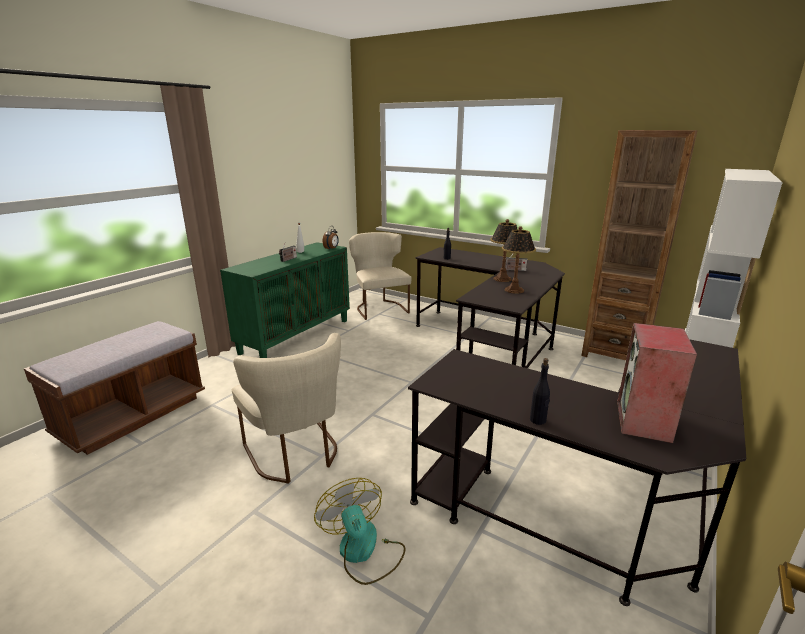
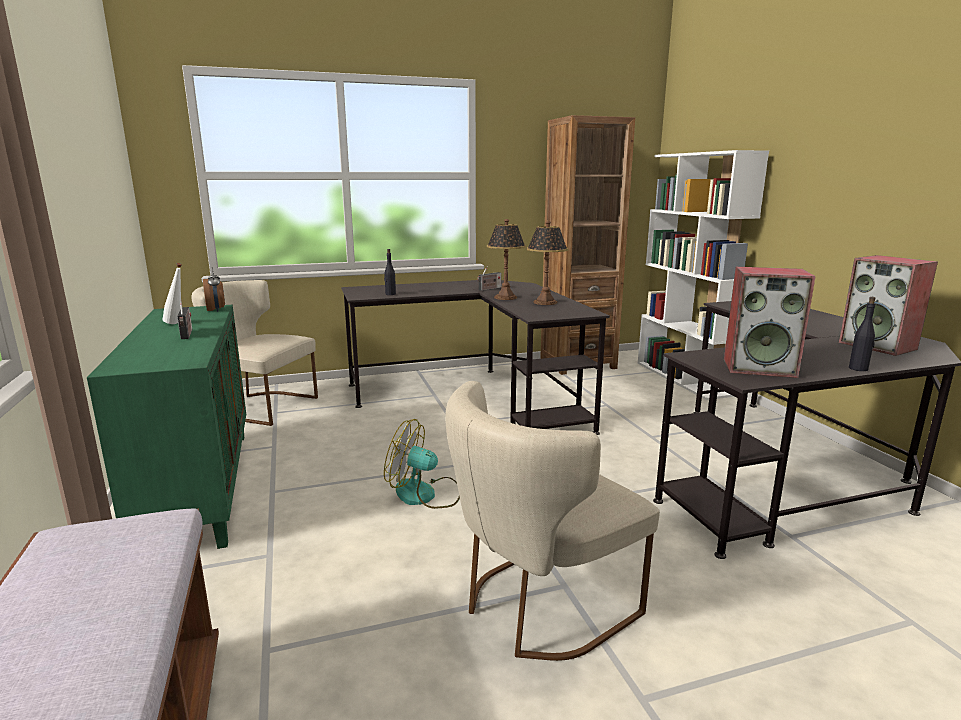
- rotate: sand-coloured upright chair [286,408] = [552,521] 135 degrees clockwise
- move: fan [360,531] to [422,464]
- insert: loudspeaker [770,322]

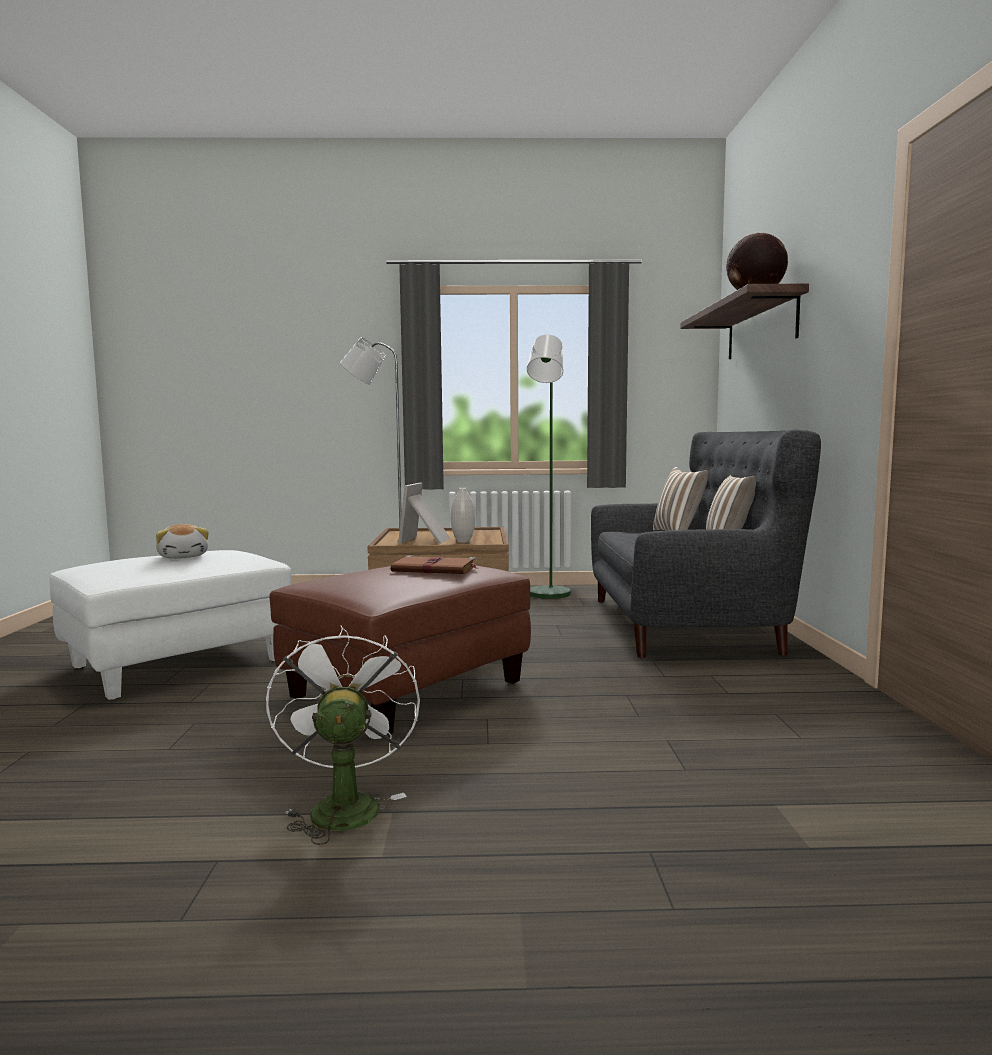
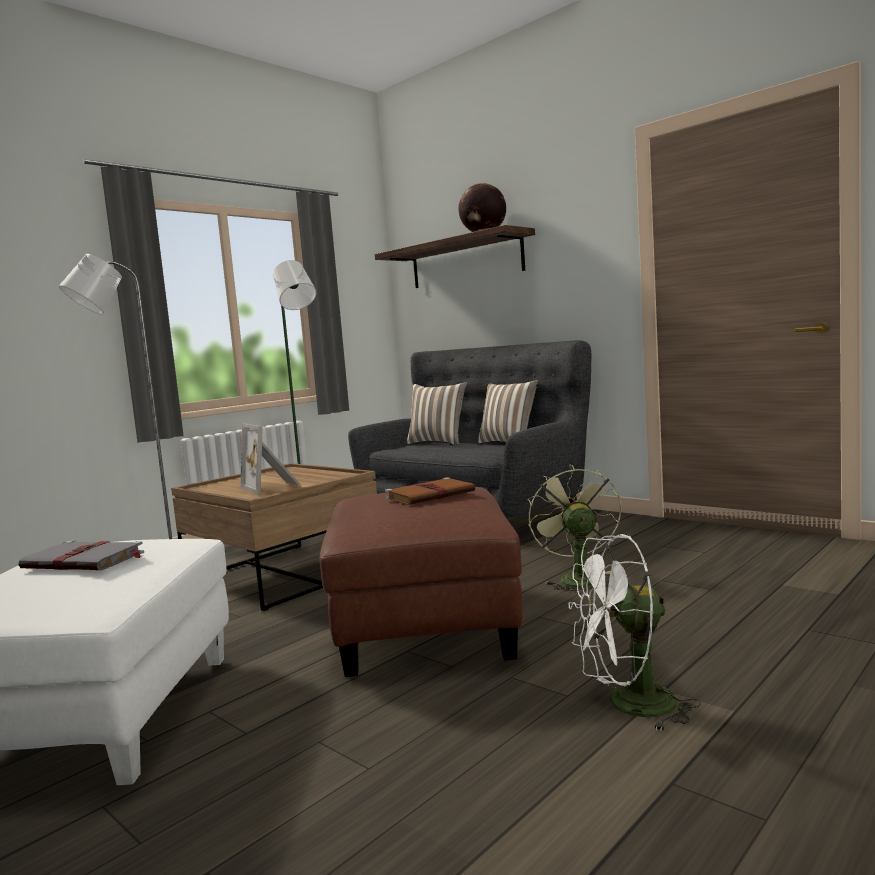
- replace: plush toy [182,541] to grey bound book [81,555]
- rotate: whitish fan [343,735] = [635,633] 45 degrees counterclockwise
- delete: whitish decorative vase [463,515]
- insert: greenish fan [575,529]

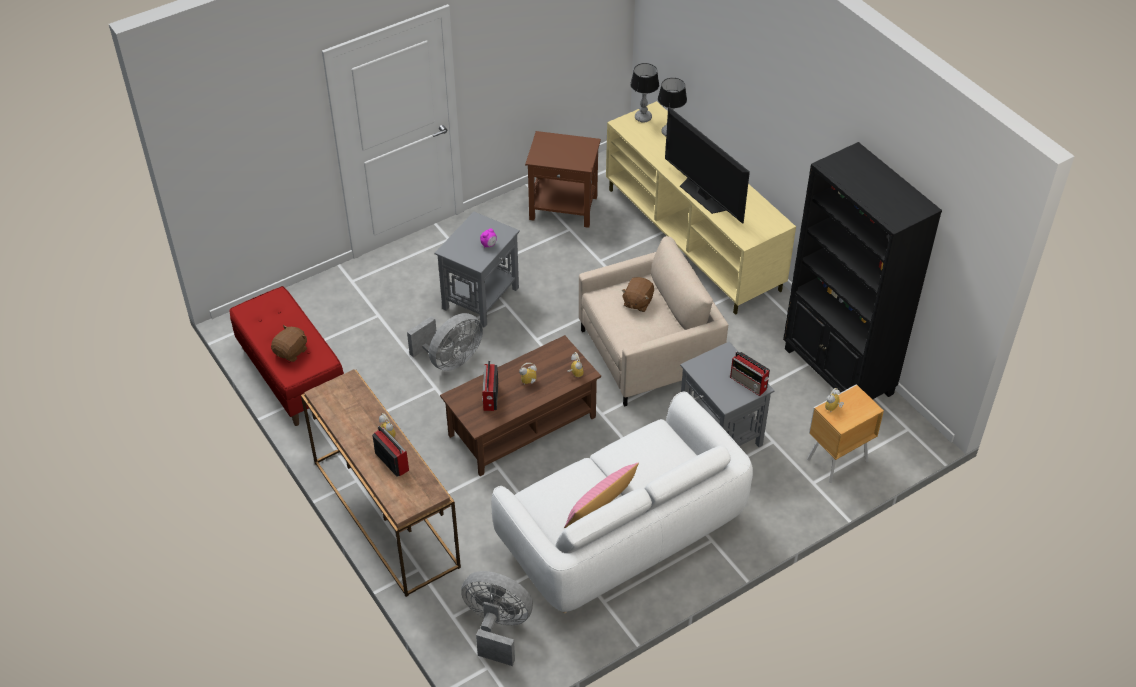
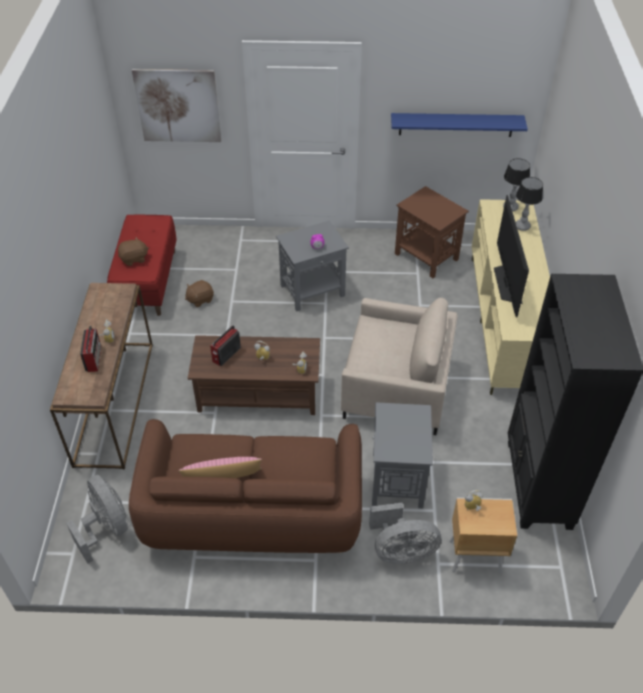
- move: grey fan [445,342] to [405,533]
- recolor: whitish sofa [622,502] to brown-coloured sofa [245,486]
- move: brown-coloured plush toy [637,294] to [199,293]
- delete: radio receiver [750,374]
- insert: picture [176,105]
- insert: blue shelf [459,125]

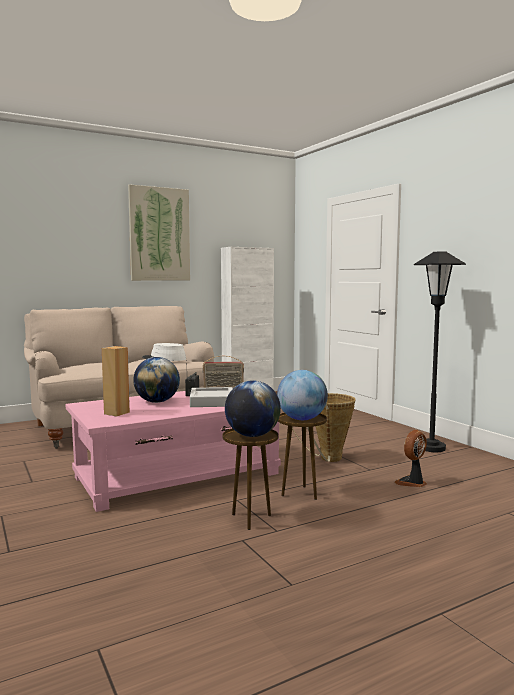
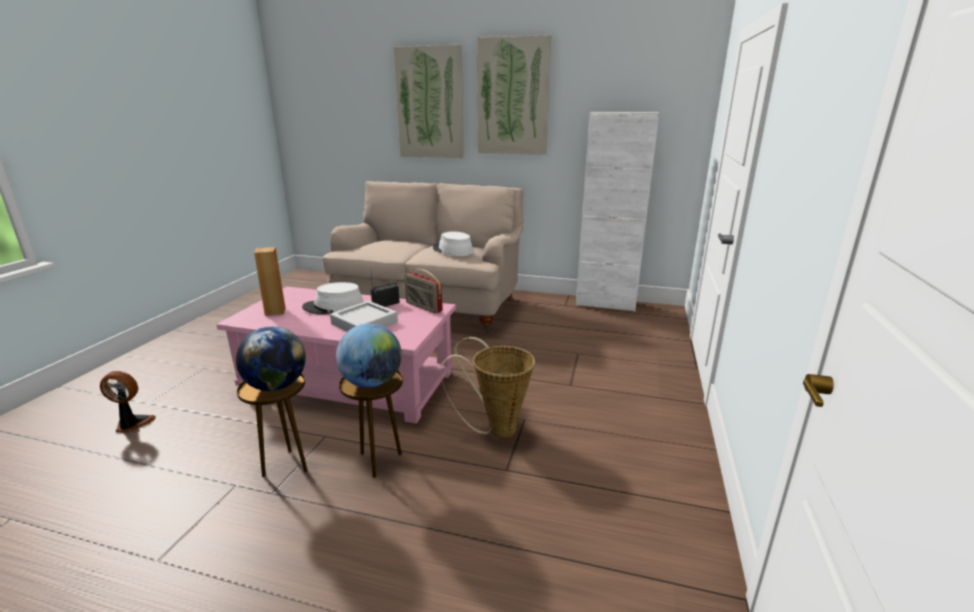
- replace: globe [156,380] to whitish hat [333,298]
- move: fan [410,458] to [128,402]
- delete: black-coloured floor lamp [440,351]
- insert: picture [428,101]

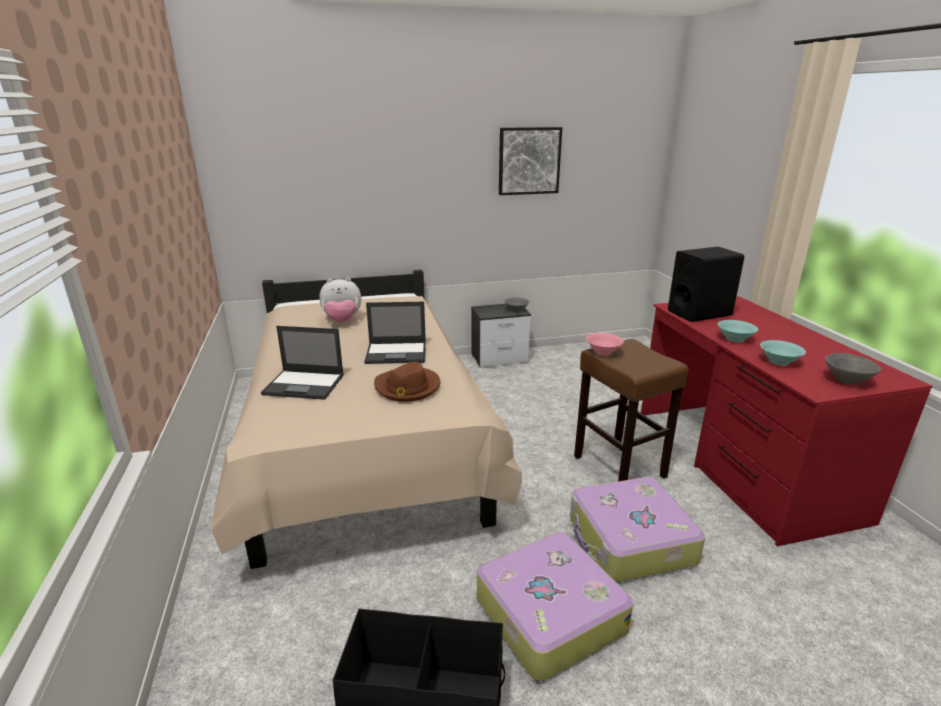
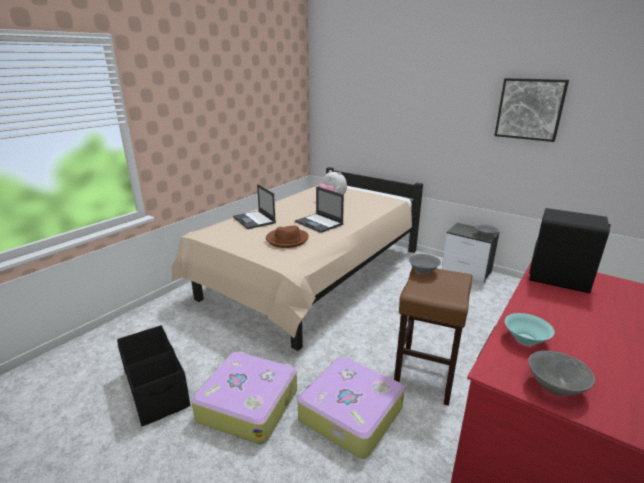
- recolor: pink deep dish [605,344] to grey deep dish [424,264]
- delete: turquoise-coloured deep dish [738,331]

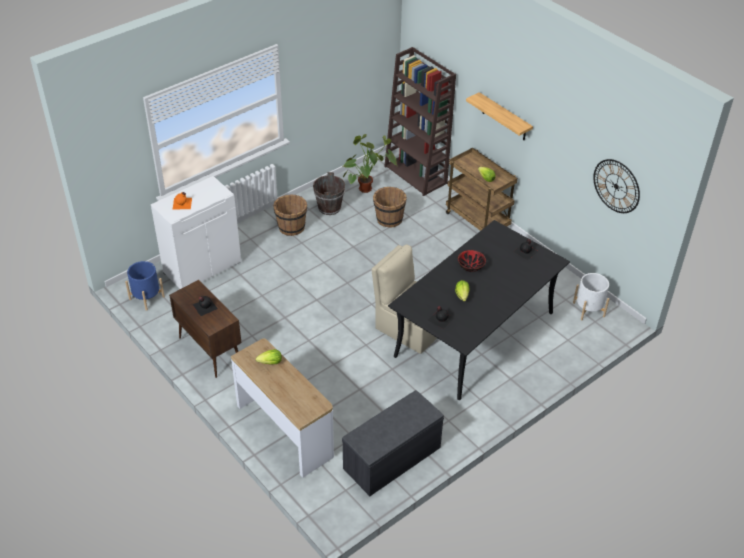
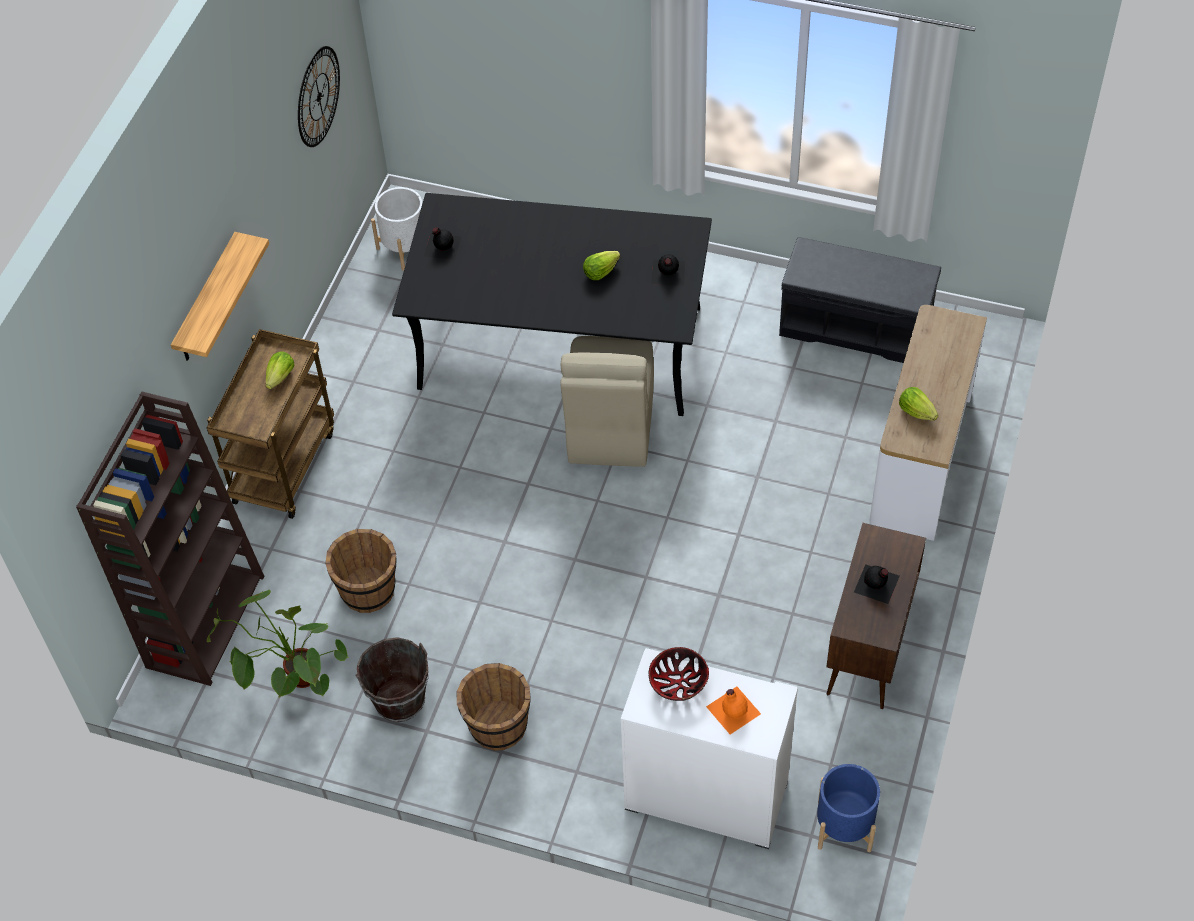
- move: deep dish [472,261] to [679,674]

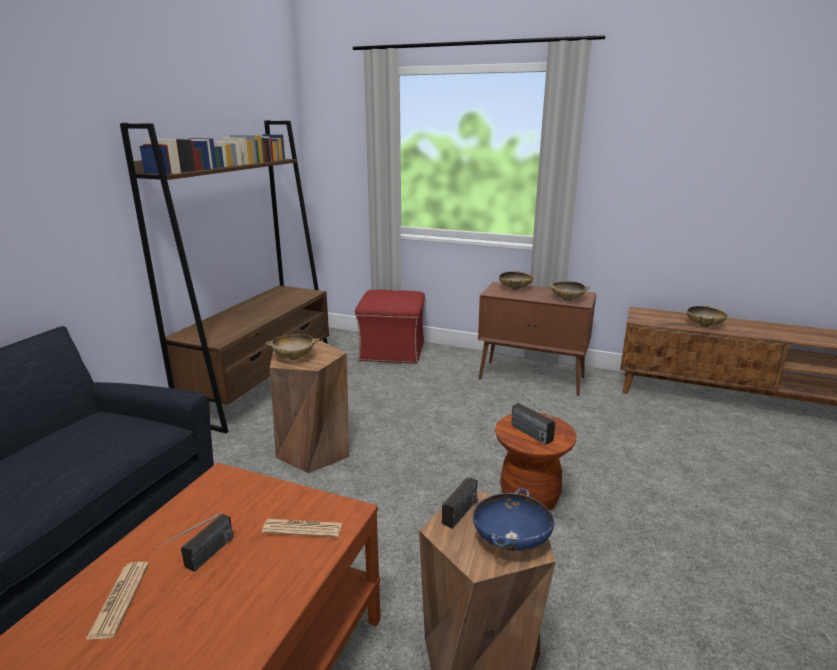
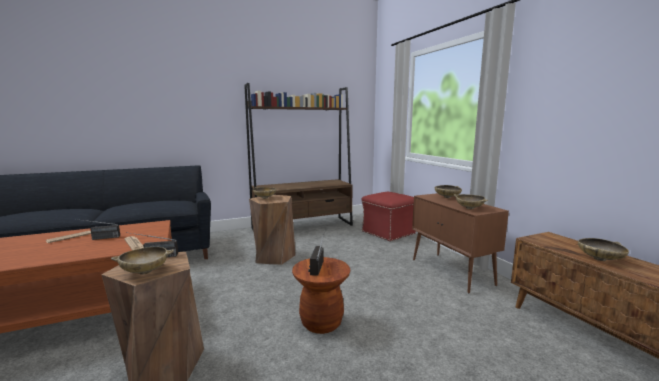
- recolor: blue deep dish [513,519] to sand-coloured deep dish [142,260]

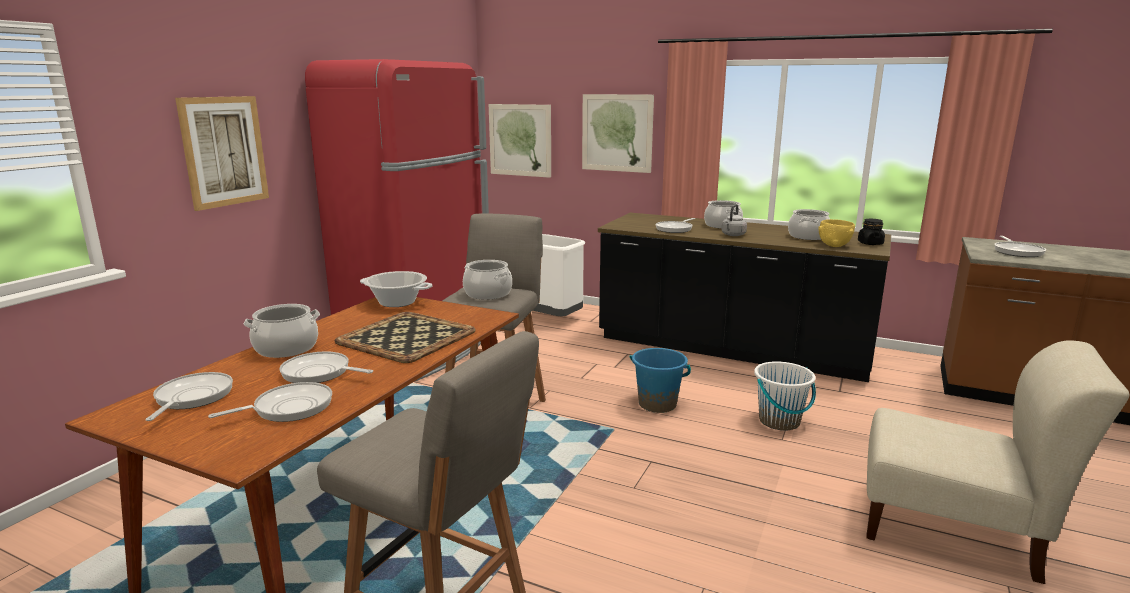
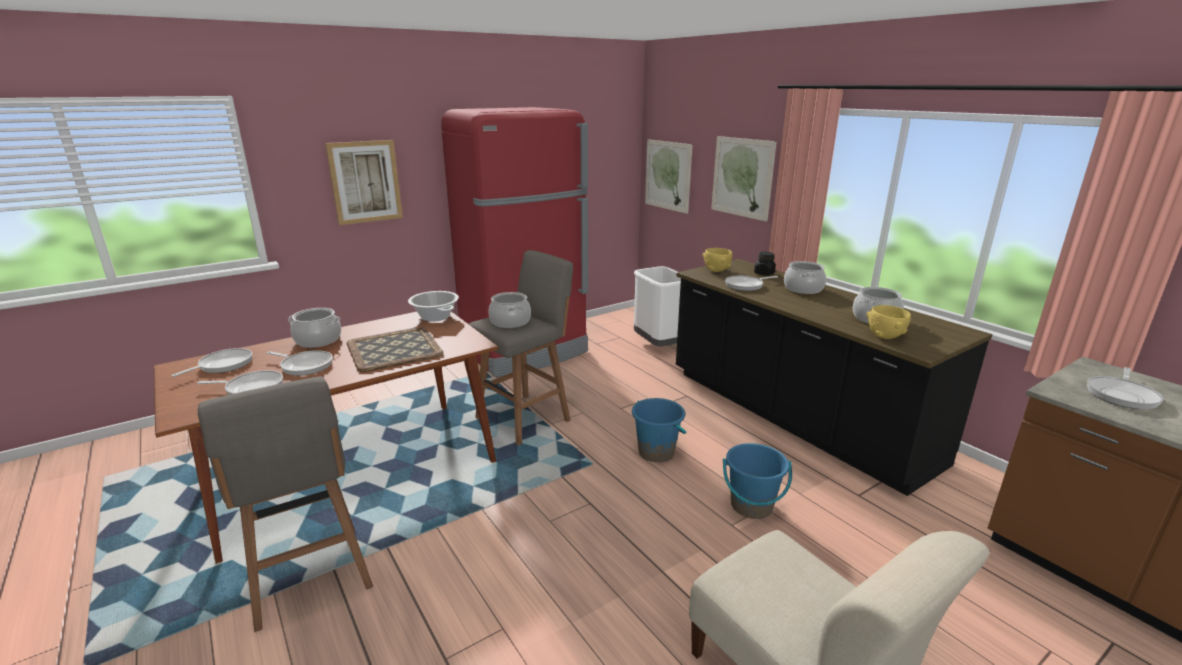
- rotate: frying pan [326,367] = [300,363] 150 degrees clockwise
- delete: grey kettle [734,220]
- recolor: whitish pail [785,396] to blue pail [757,481]
- move: black-coloured storage jar [871,232] to [765,263]
- insert: yellow deep dish [717,260]

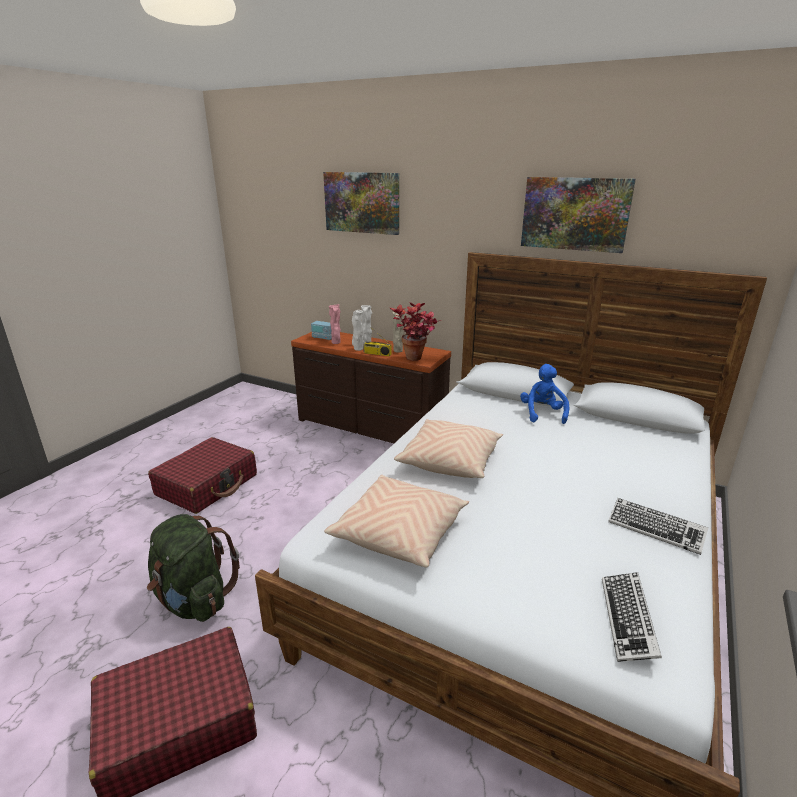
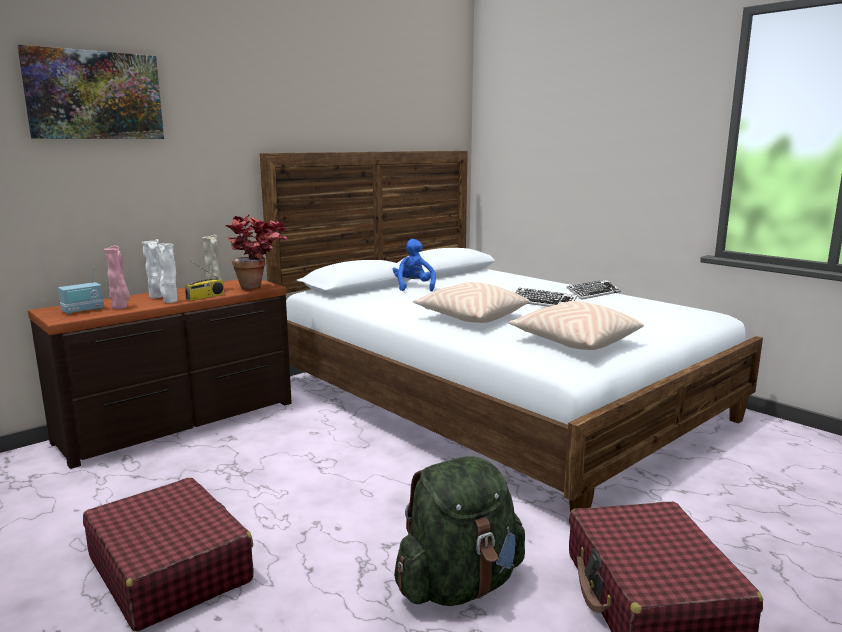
- rotate: blue plush toy [544,394] = [414,265] 60 degrees clockwise
- delete: picture [578,215]
- move: keyboard [632,617] to [546,297]

